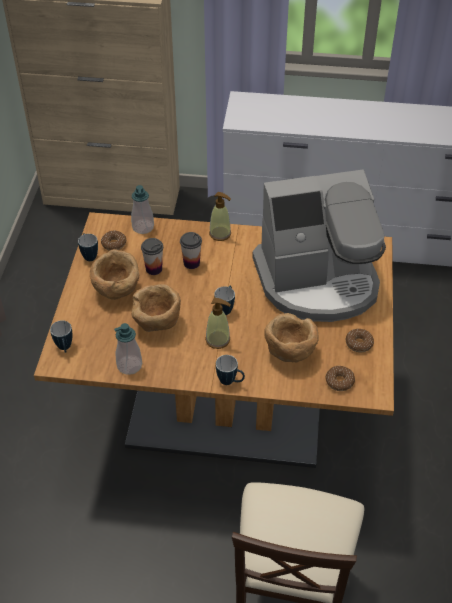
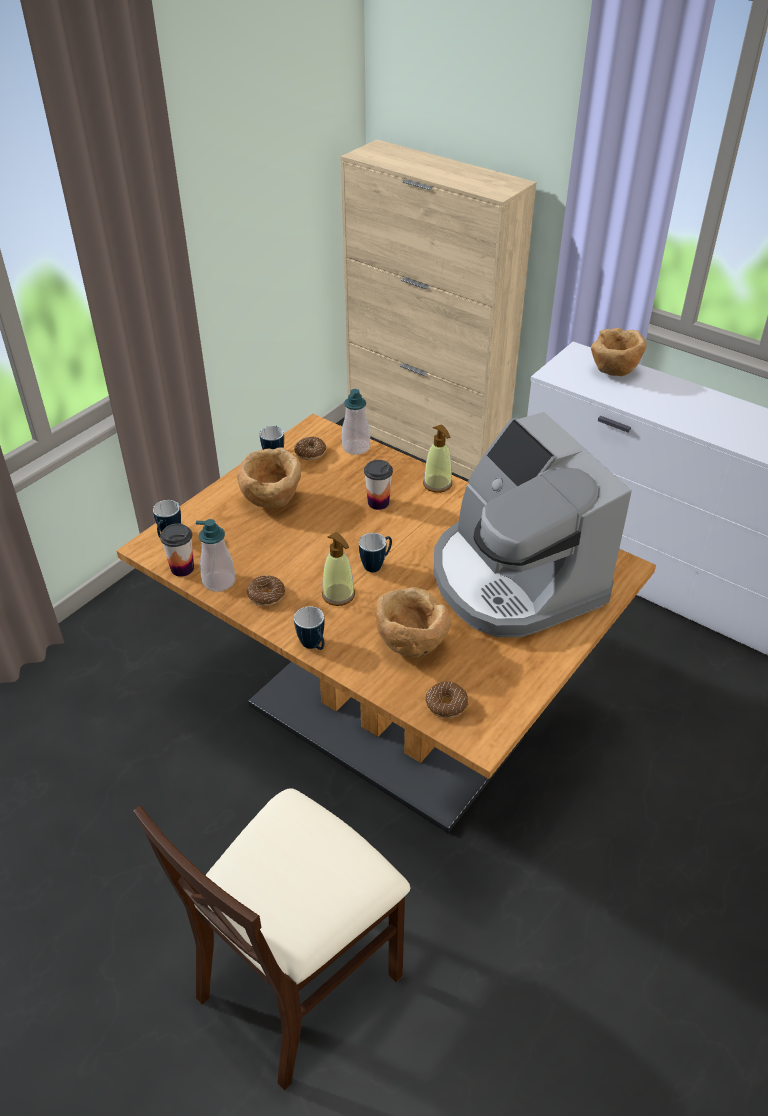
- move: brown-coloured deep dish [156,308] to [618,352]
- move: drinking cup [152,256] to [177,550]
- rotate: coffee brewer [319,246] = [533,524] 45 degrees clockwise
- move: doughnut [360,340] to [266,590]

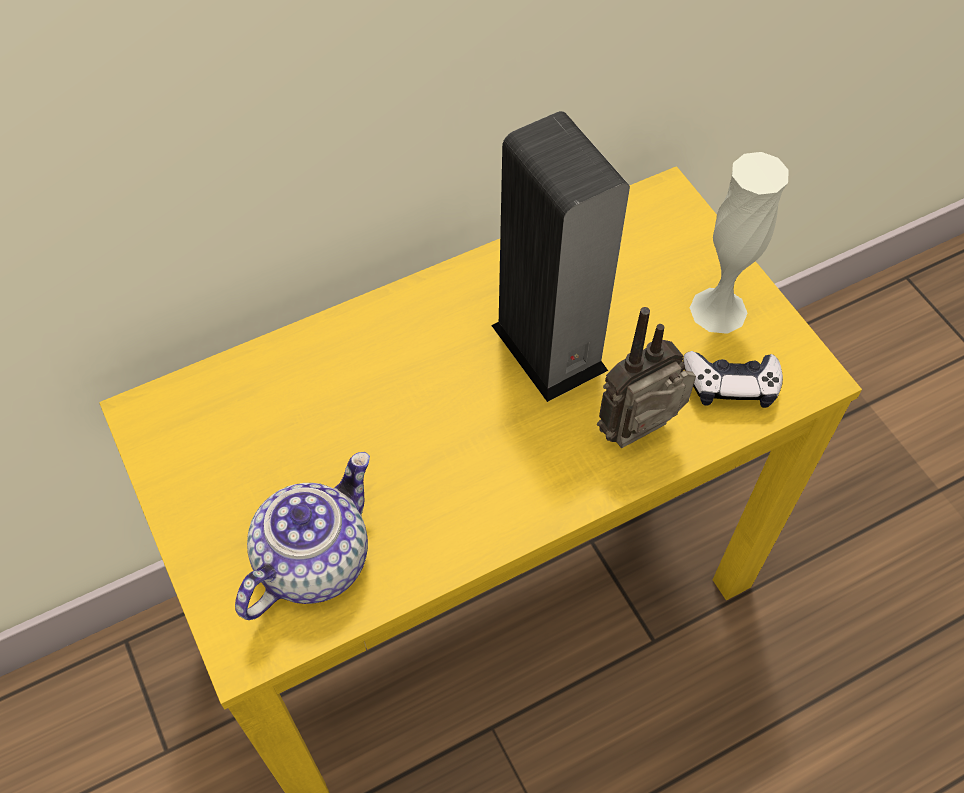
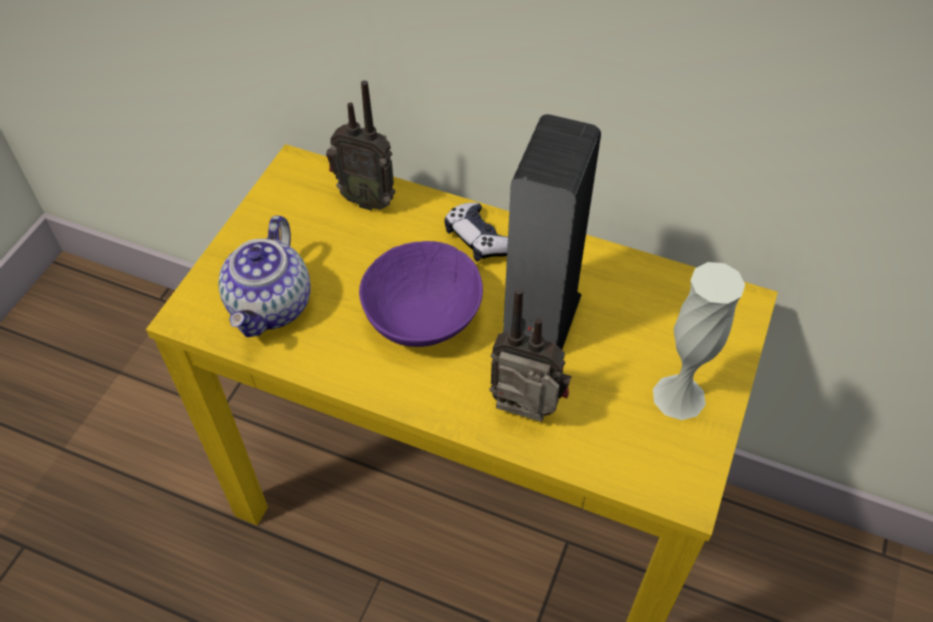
- rotate: pot for tea [302,536] = [264,276] 105 degrees clockwise
- move: game controller [733,379] to [476,232]
- insert: radio receiver [360,145]
- insert: purple-coloured deep dish [421,294]

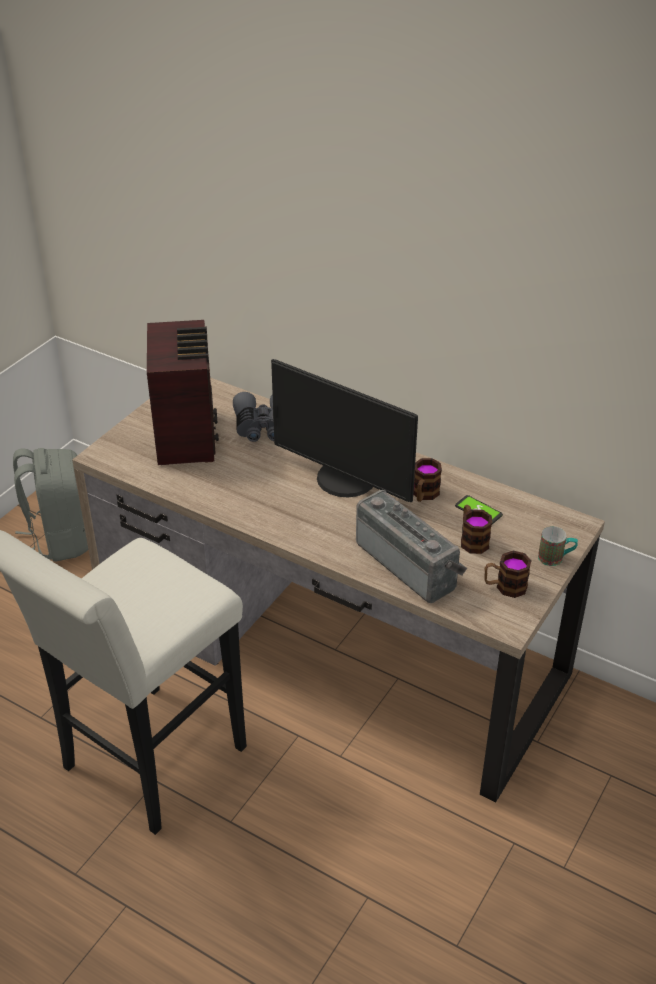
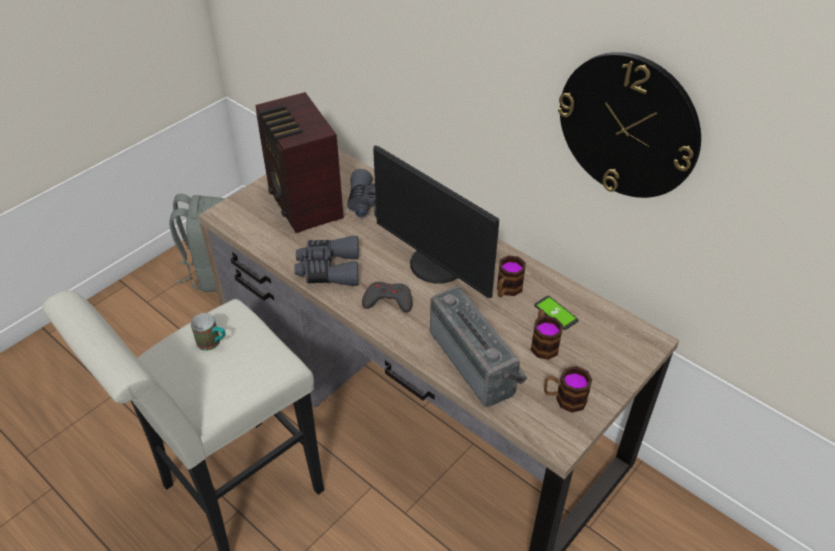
- rotate: radio receiver [183,392] = [299,162] 150 degrees clockwise
- move: mug [558,546] to [208,332]
- insert: grey binoculars [327,261]
- insert: grey game controller [387,297]
- insert: hanging clock [629,125]

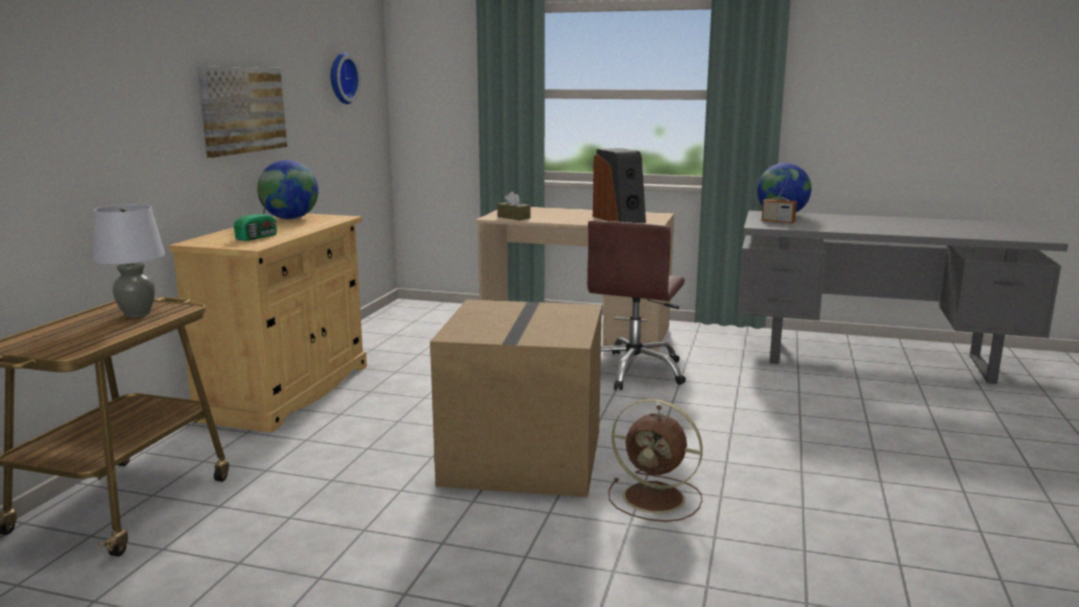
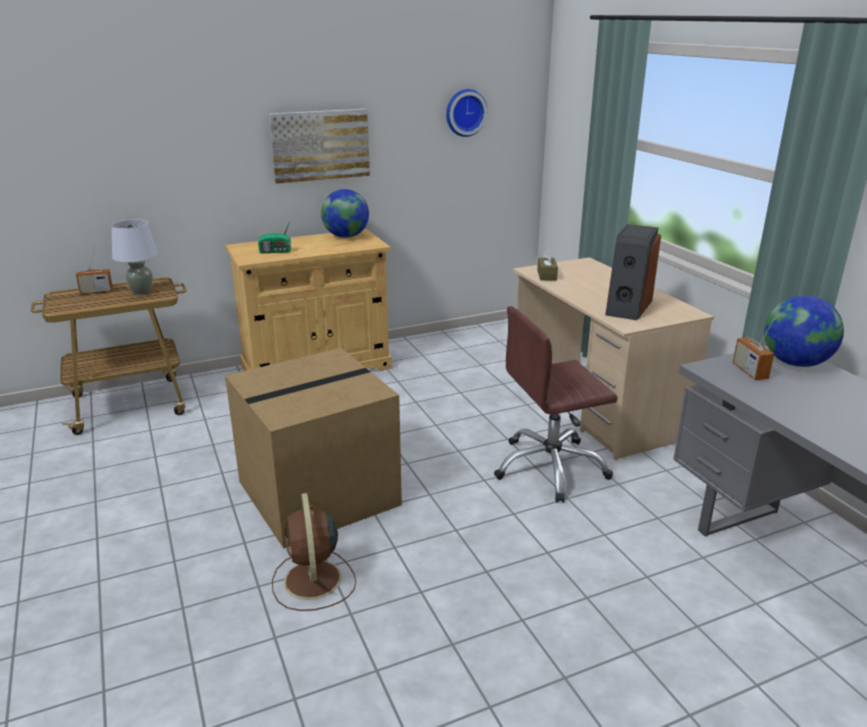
- insert: radio receiver [94,270]

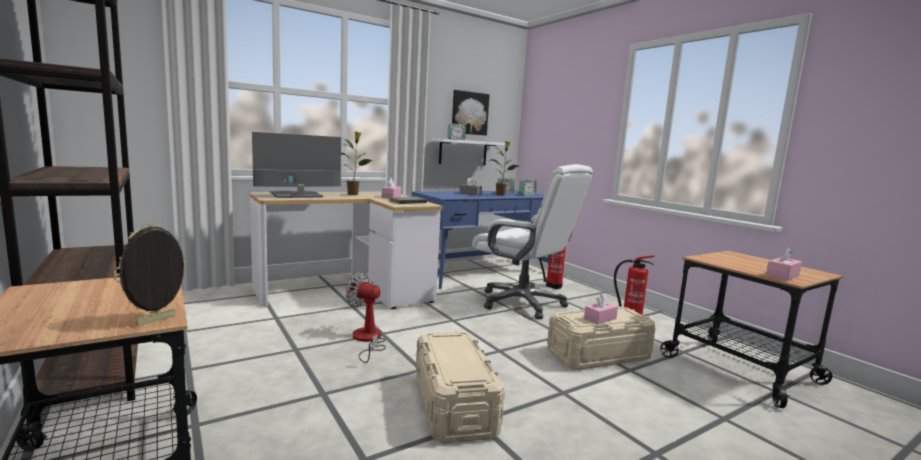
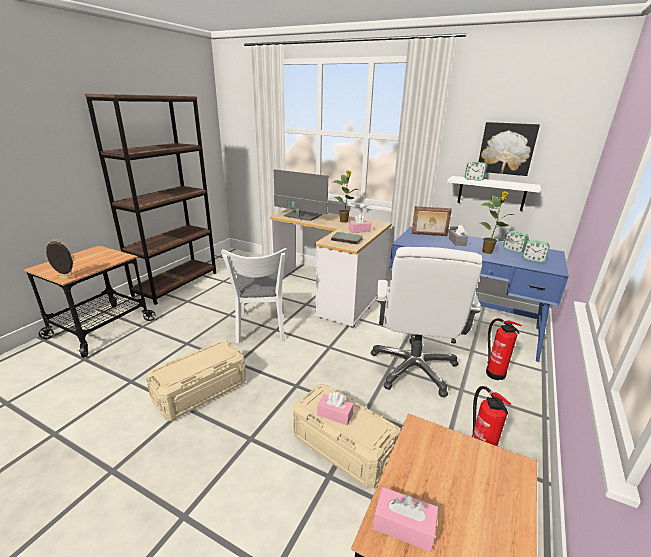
- replace: fan [365,317] to whitish upright chair [254,295]
- insert: standing frame [432,221]

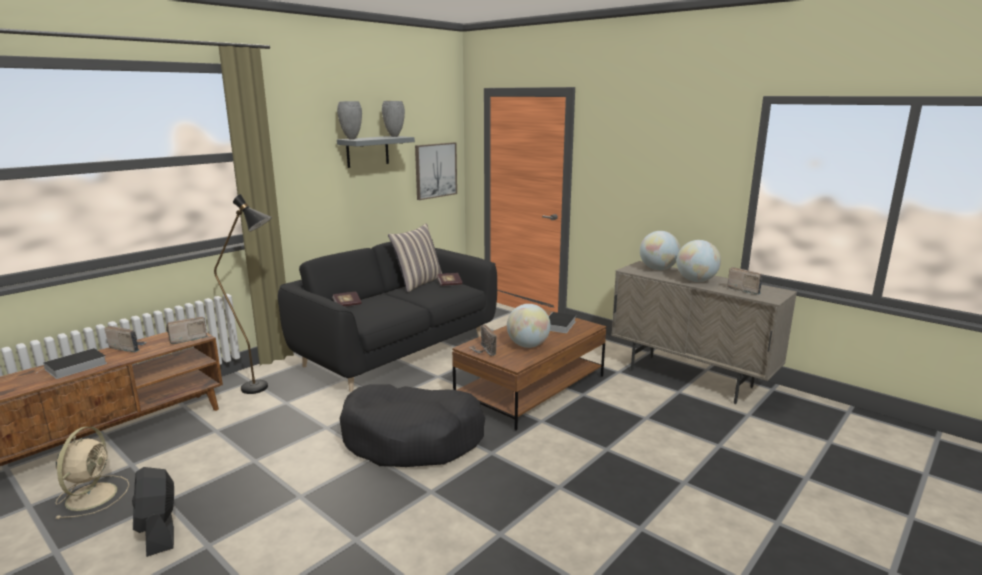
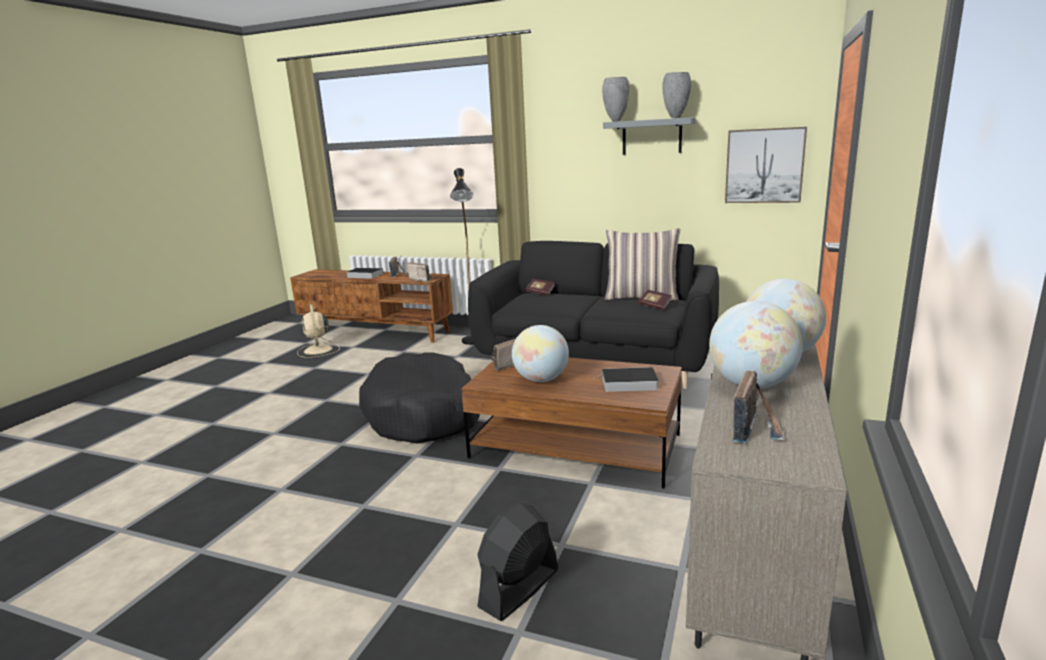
- rotate: sand-coloured fan [92,473] = [319,331] 90 degrees clockwise
- move: black-coloured fan [153,512] to [517,562]

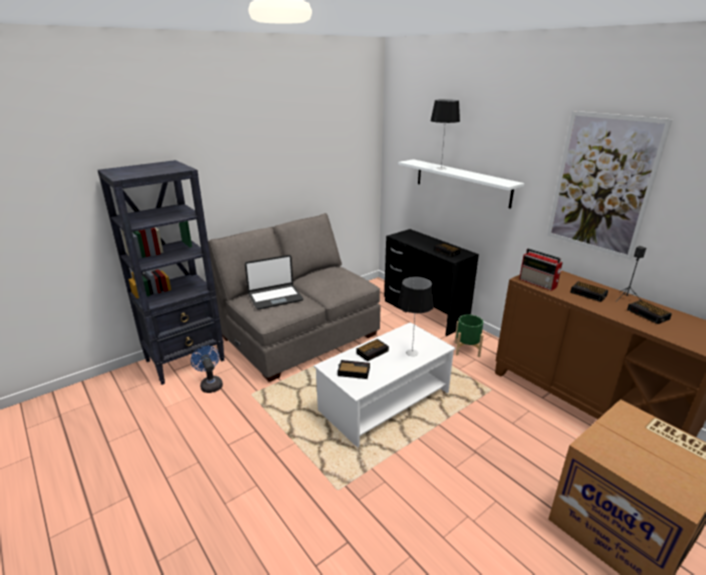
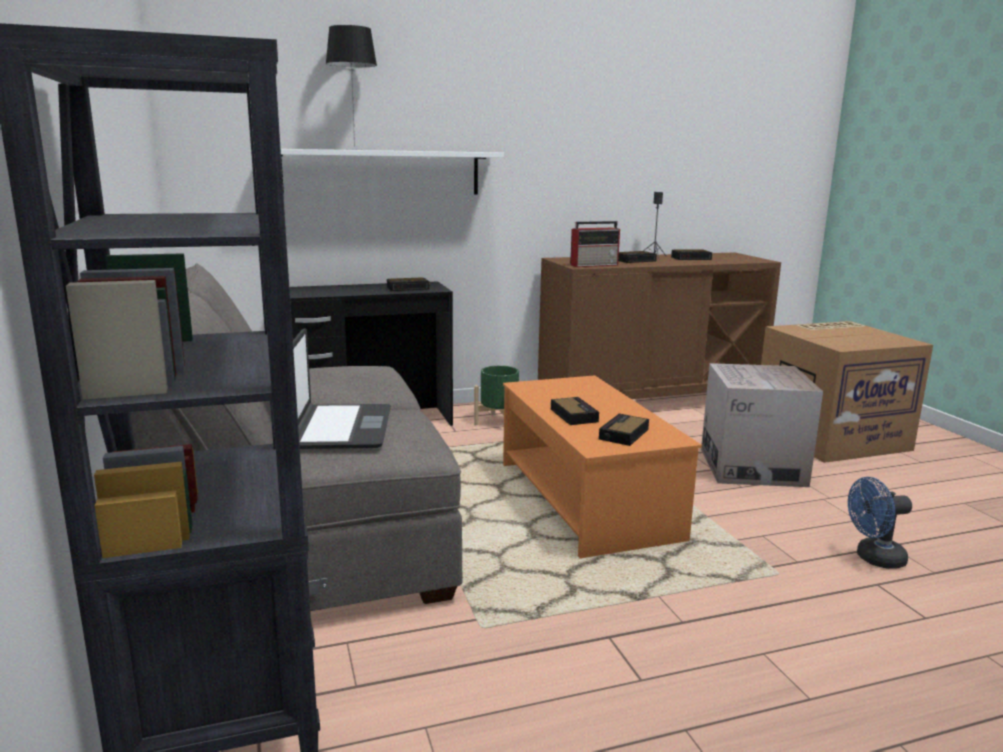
- move: blue fan [207,369] to [880,523]
- recolor: whitish coffee table [384,385] to orange-coloured coffee table [602,466]
- delete: lamp for a table [415,316]
- delete: picture [610,185]
- insert: carton [762,425]

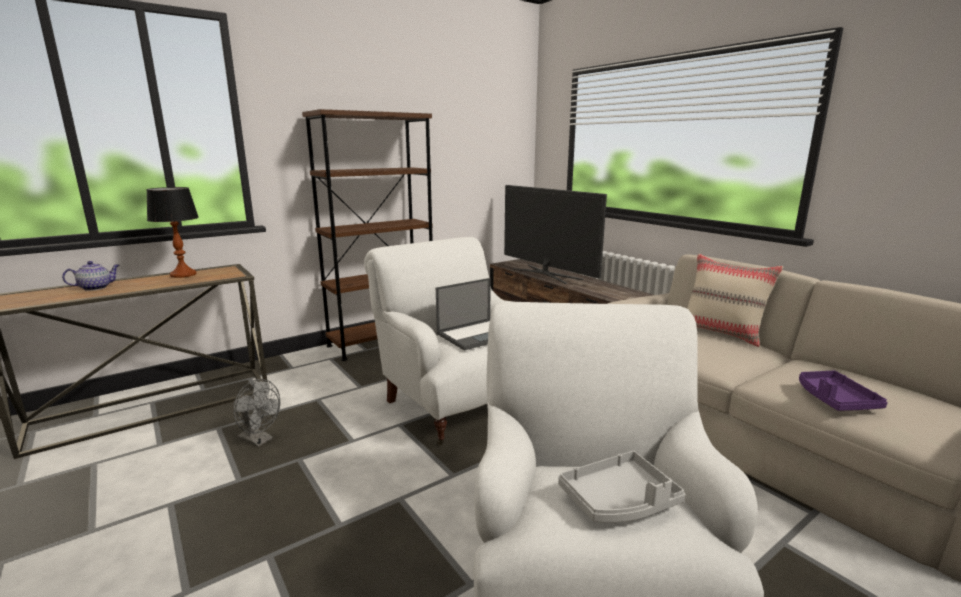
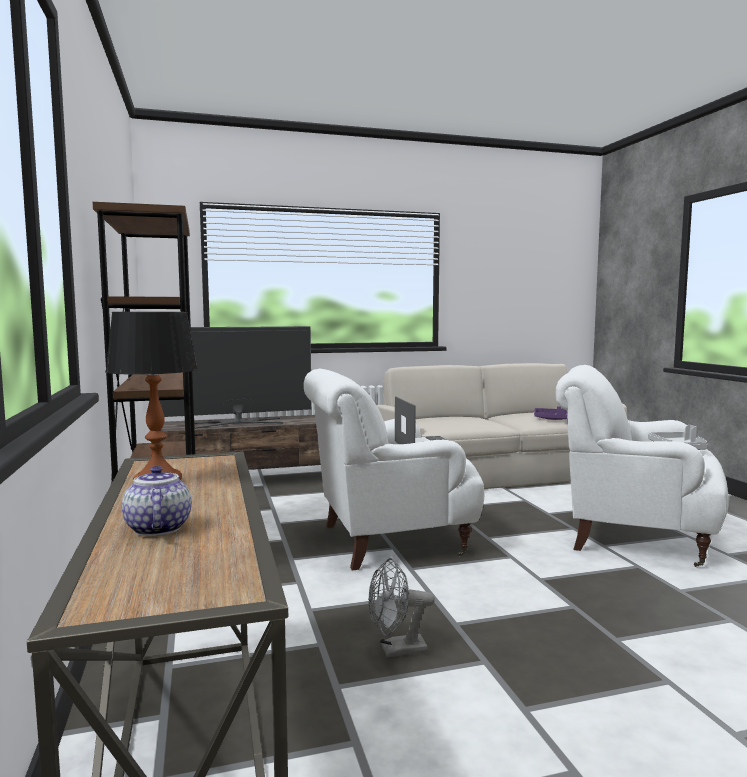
- rotate: grey fan [256,413] = [401,608] 150 degrees counterclockwise
- delete: sand-coloured throw pillow [735,300]

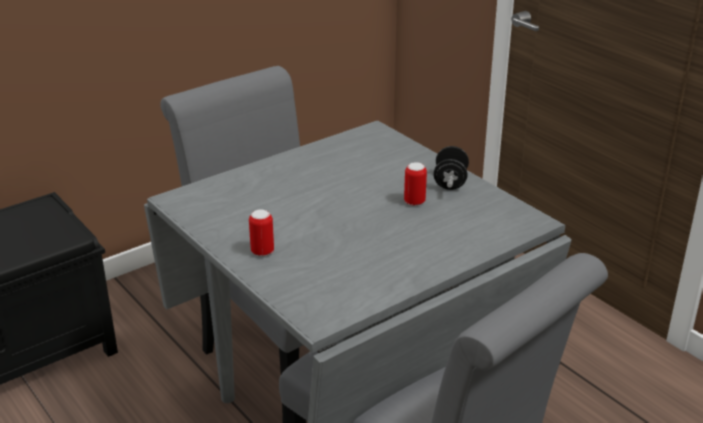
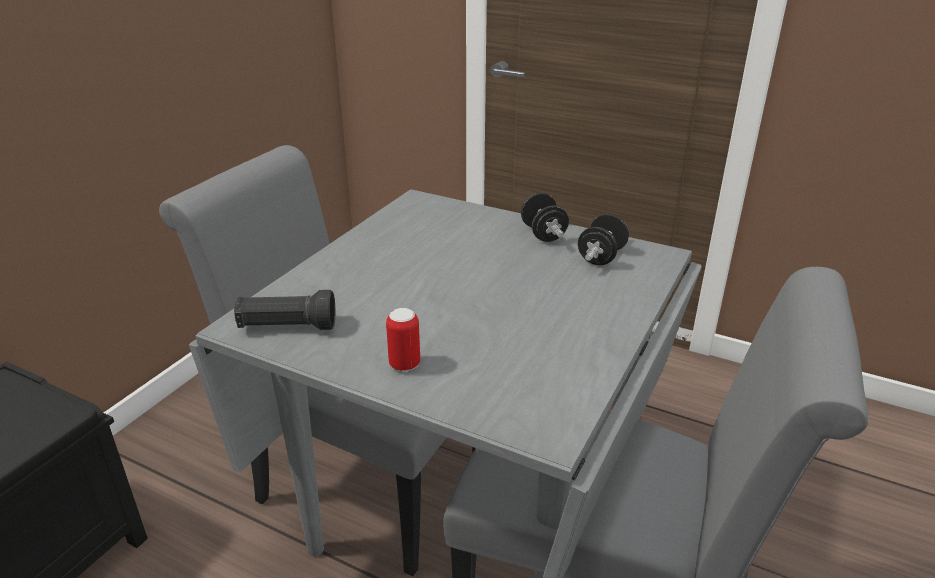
- delete: sealed can [415,184]
- insert: black-coloured flashlight [284,310]
- insert: black-coloured dumbbell [603,239]

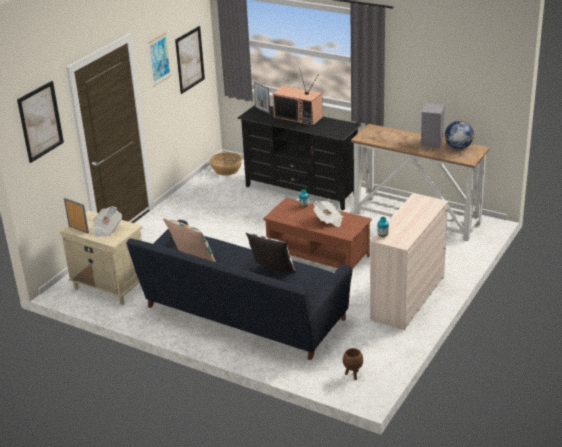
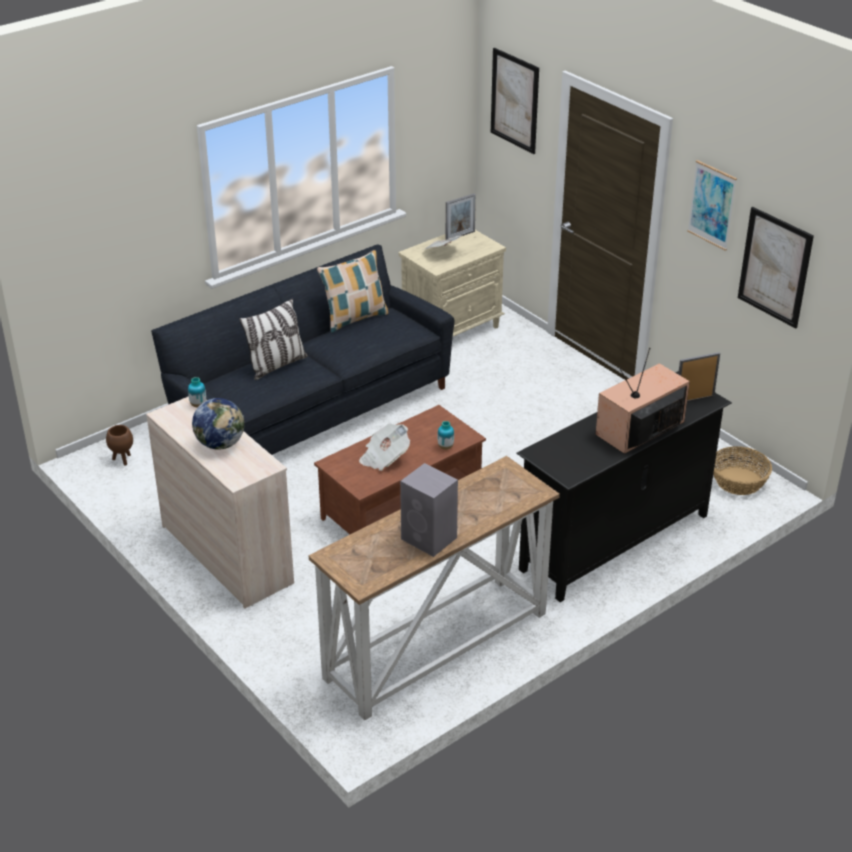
- move: globe [459,135] to [218,424]

